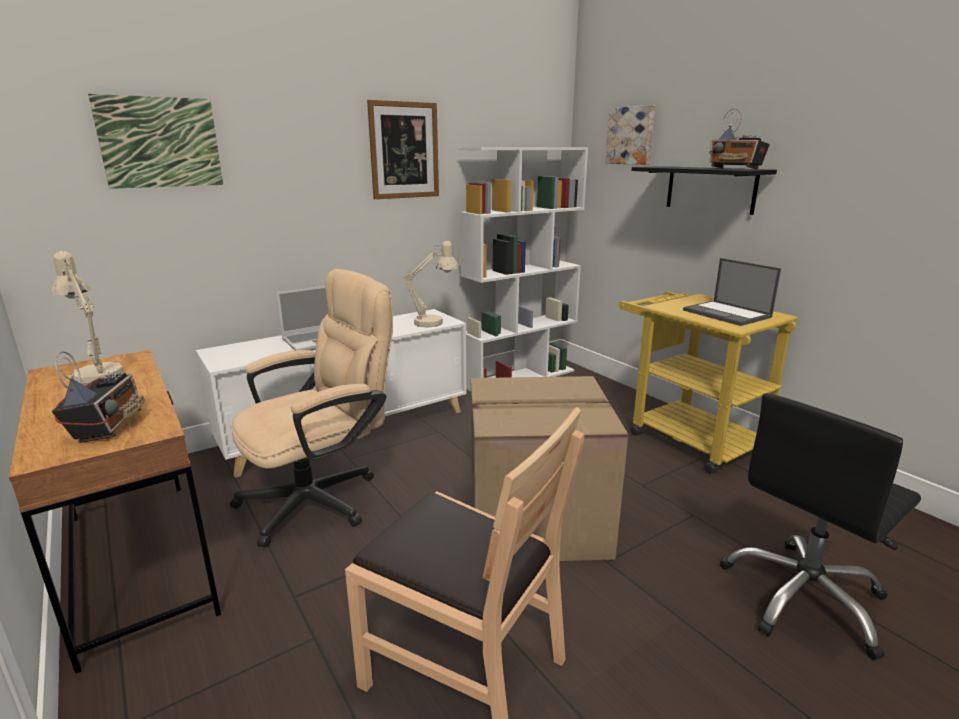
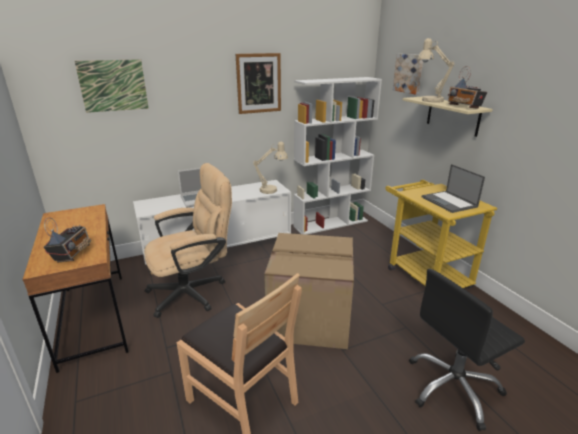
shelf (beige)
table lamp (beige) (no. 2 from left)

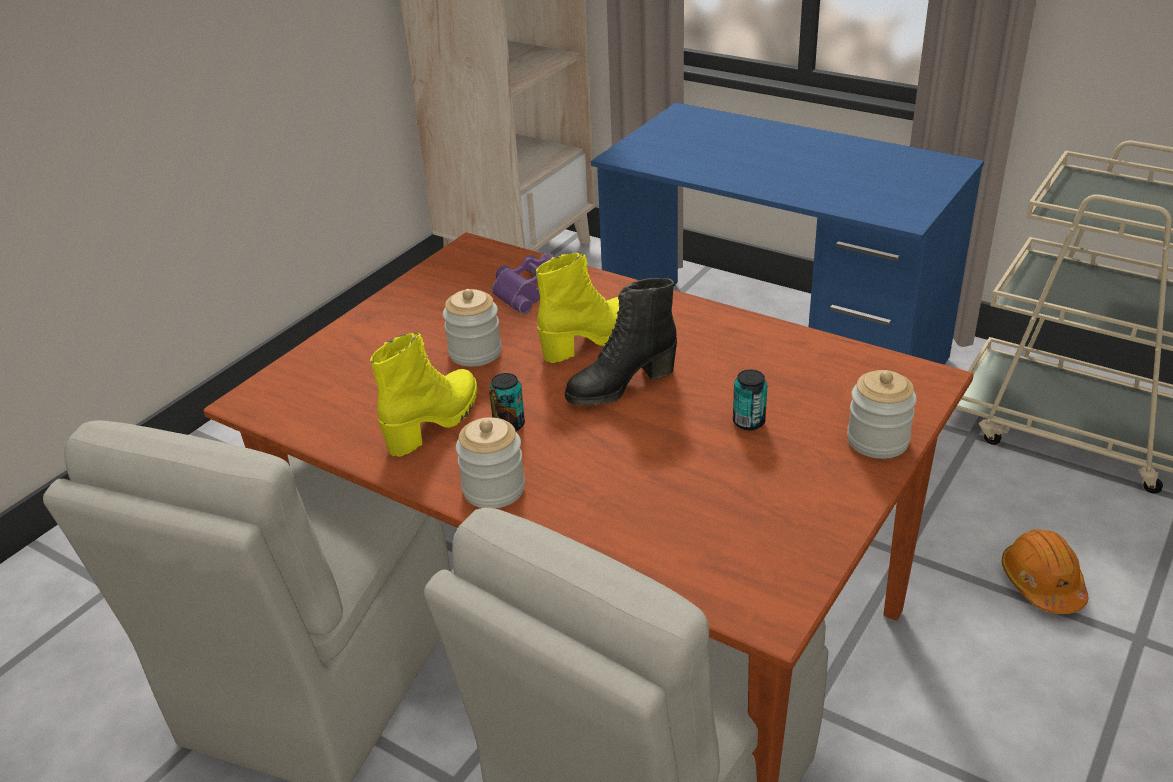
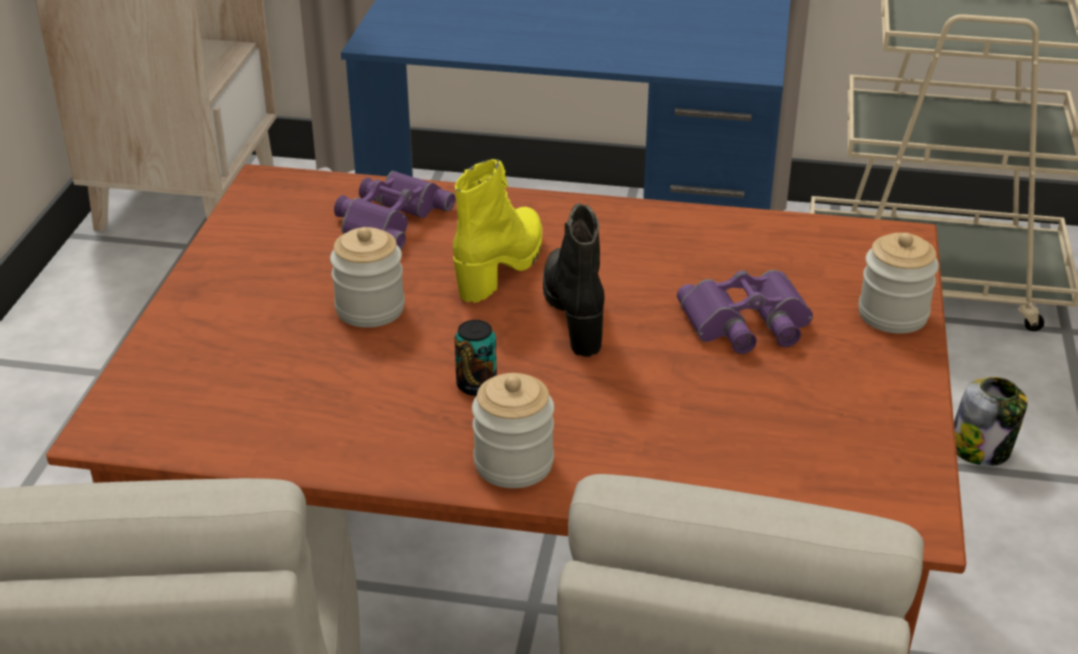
boot (black)
binoculars (purple) (no. 2 from left)
jar (no. 4 from left)
boot (yellow) (no. 1 from left in the first image)

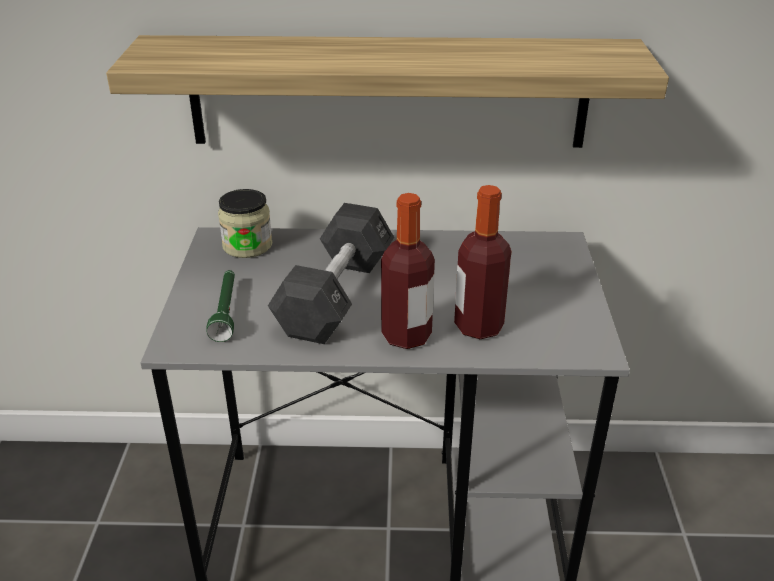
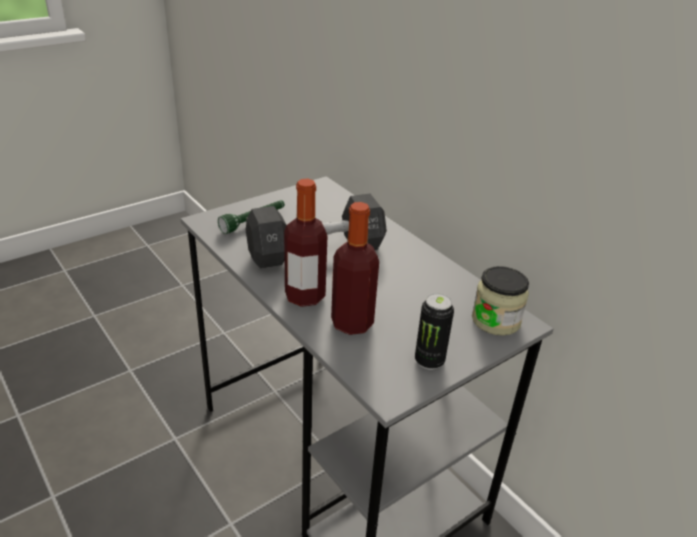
can
jar
shelf

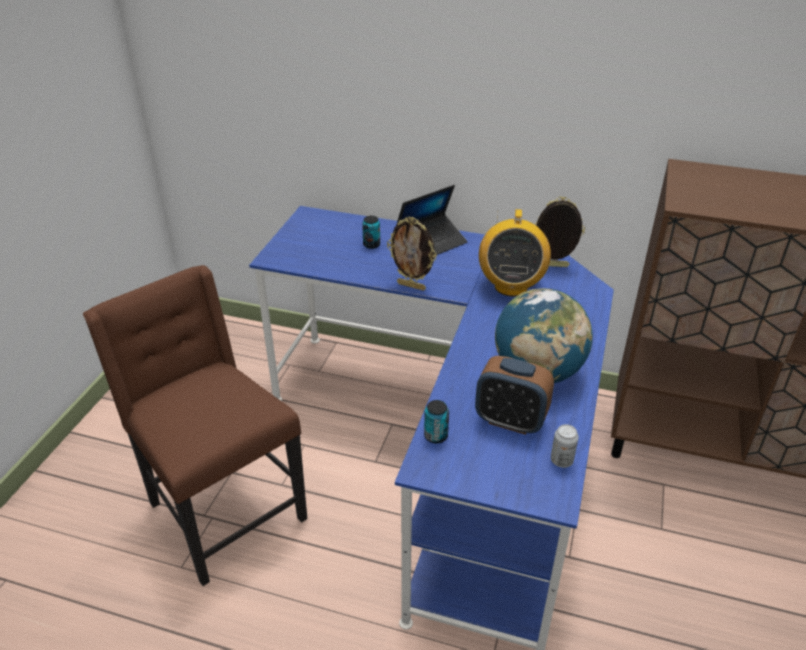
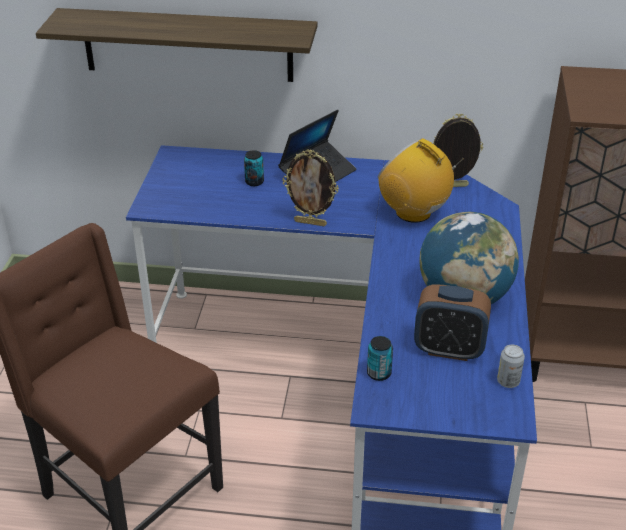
shelf
radio

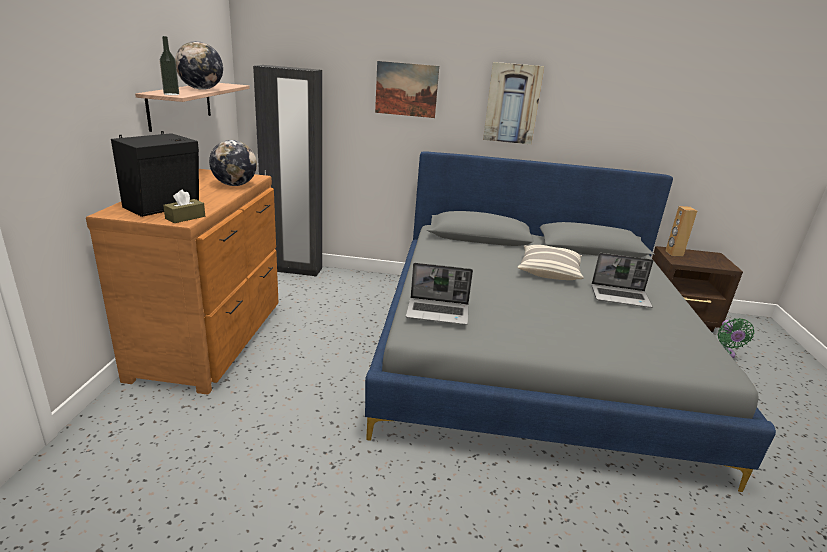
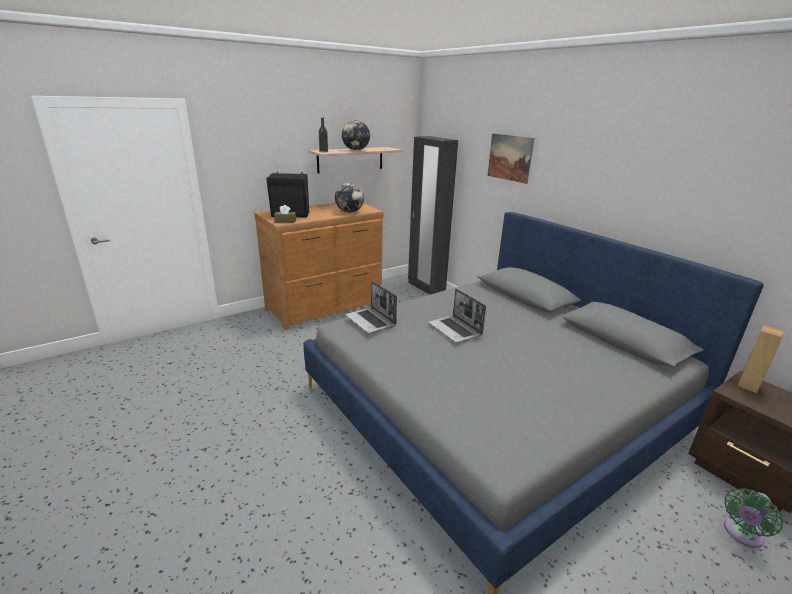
laptop (no. 2 from left)
picture (no. 2 from left in the first image)
pillow

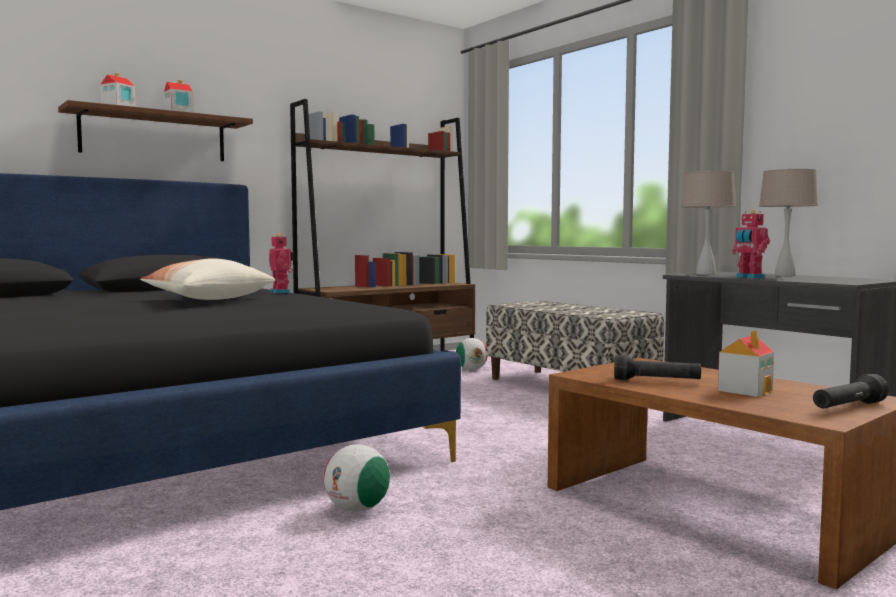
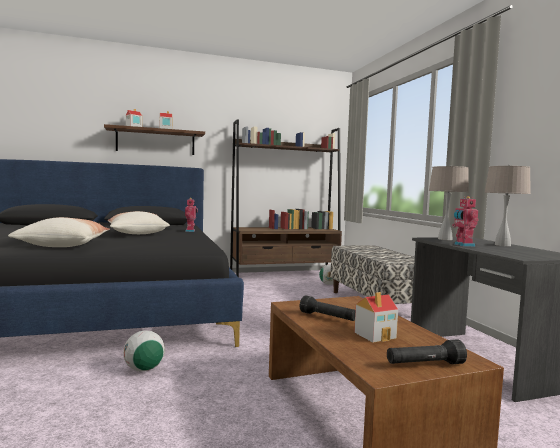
pillow (no. 1 from left)

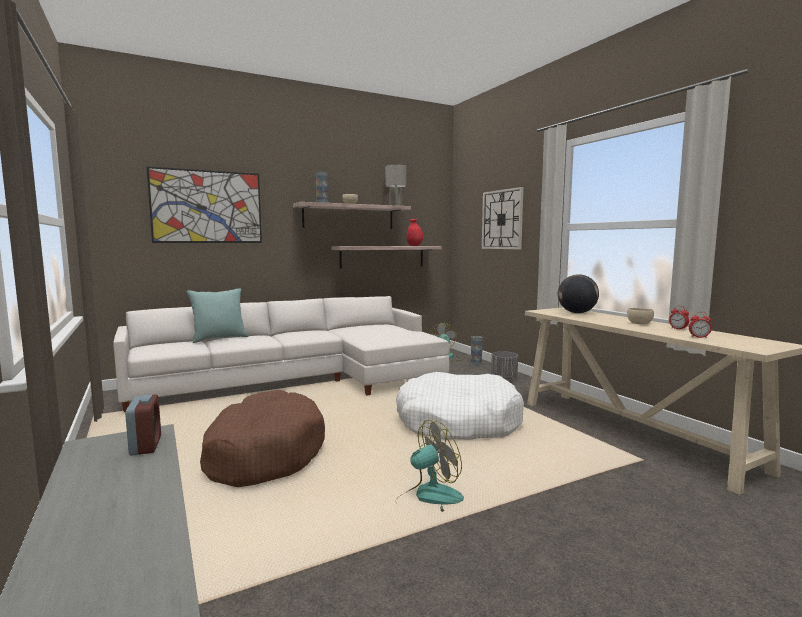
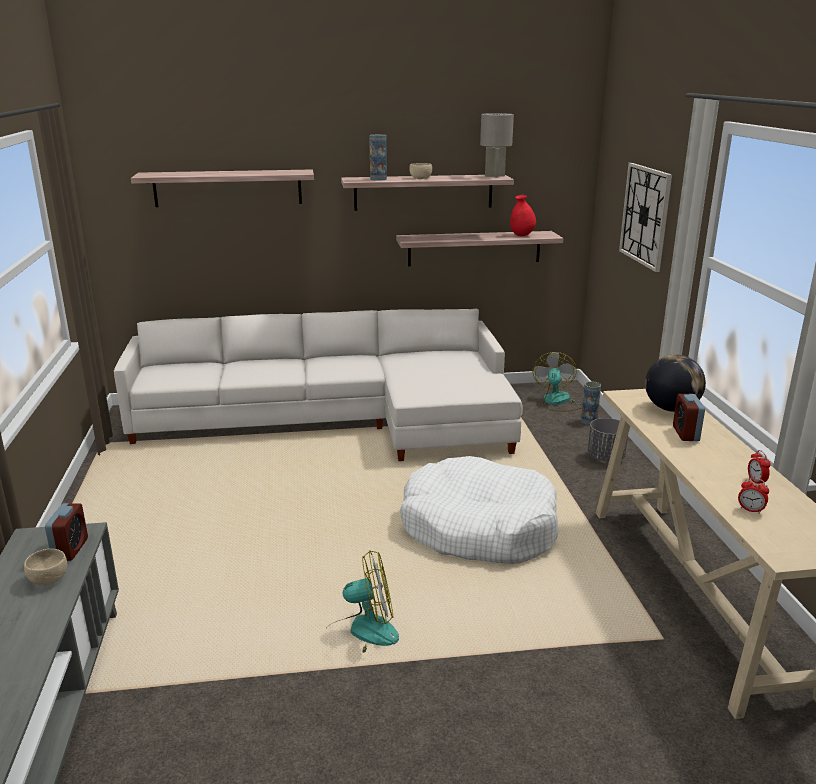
bowl (beige) (no. 1 from left)
shelf (no. 1 from left)
alarm clock (no. 2 from left)
pillow (turquoise)
dog bed (brown)

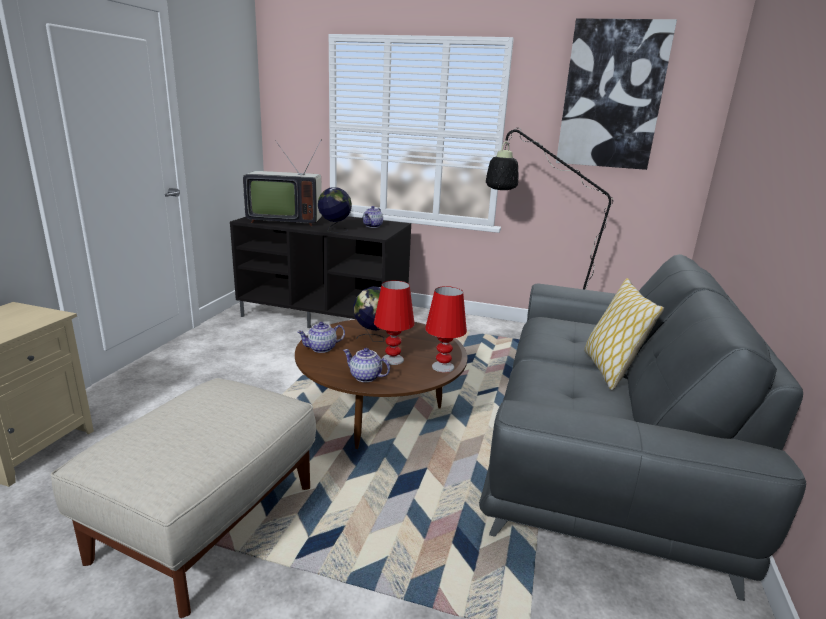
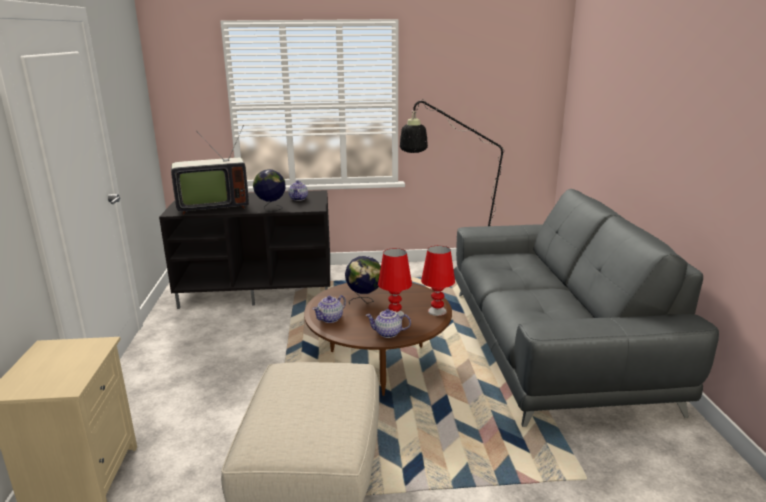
picture
pillow

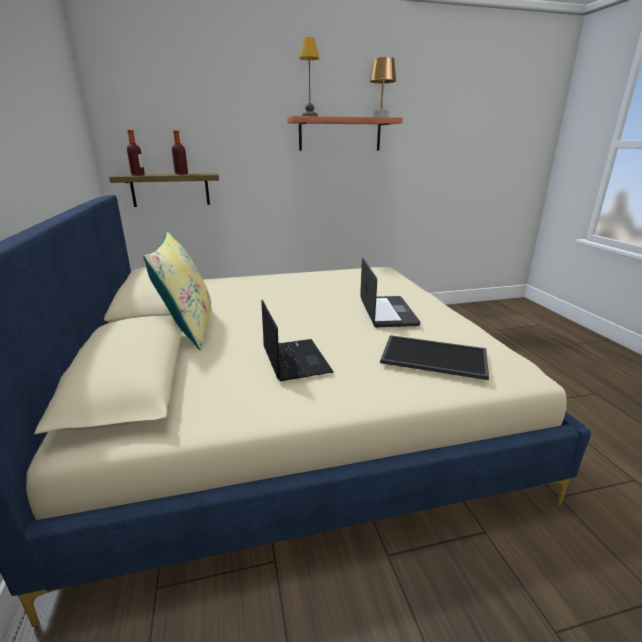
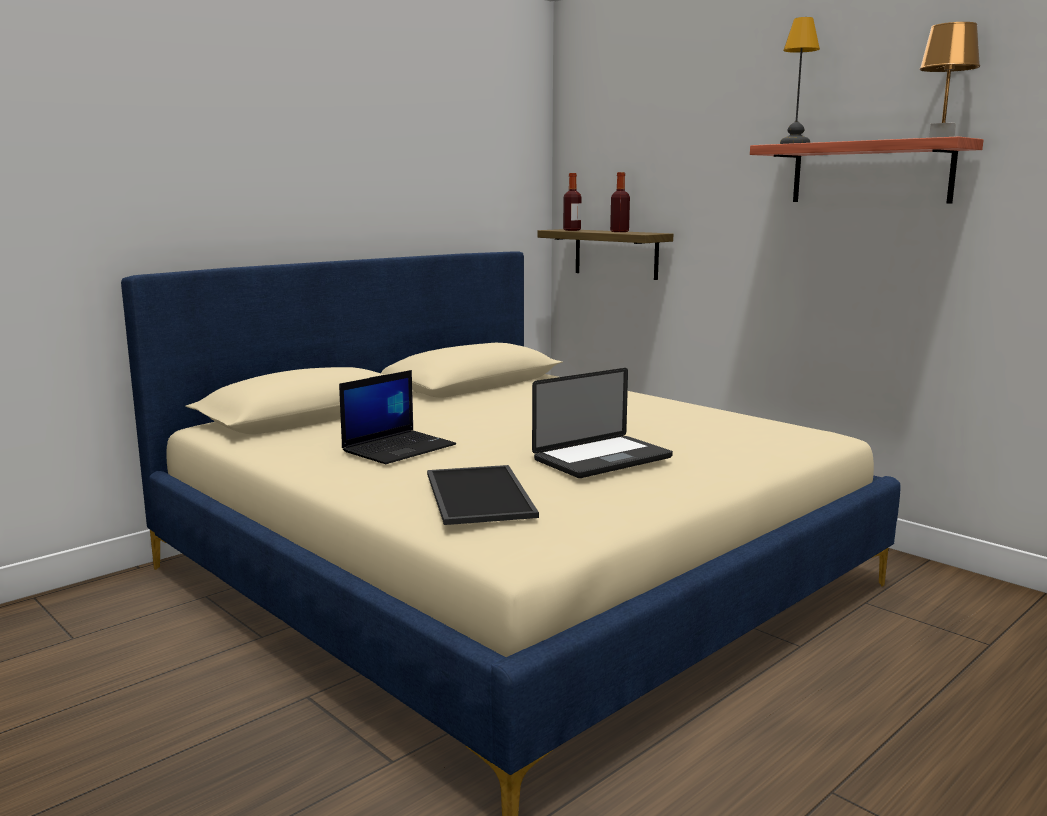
pillow (yellow)

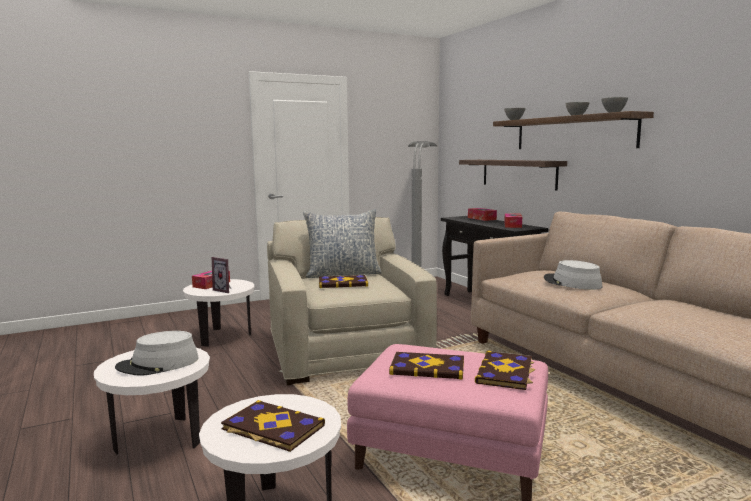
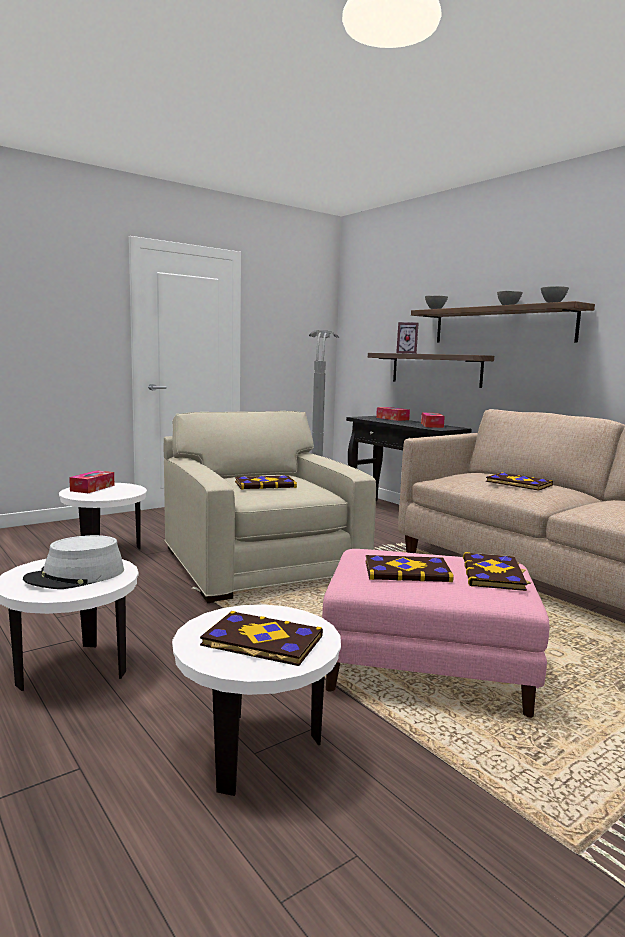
picture frame
book (no. 5 from left)
pillow

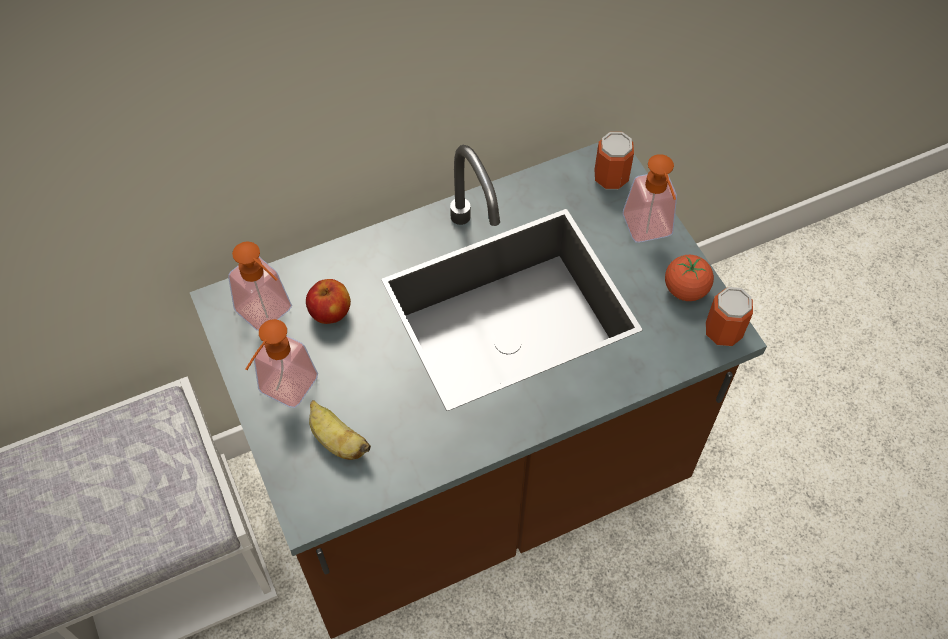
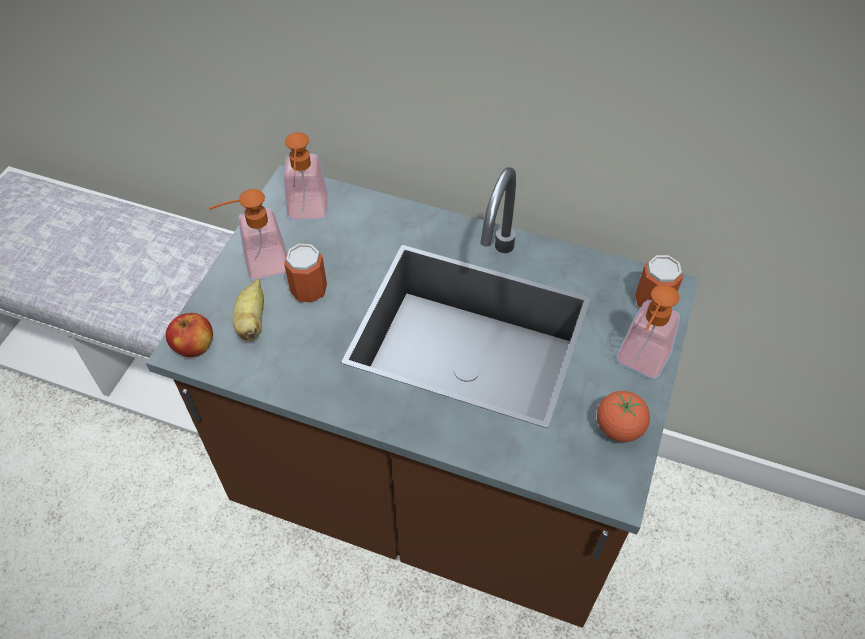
apple
can (no. 1 from left)

